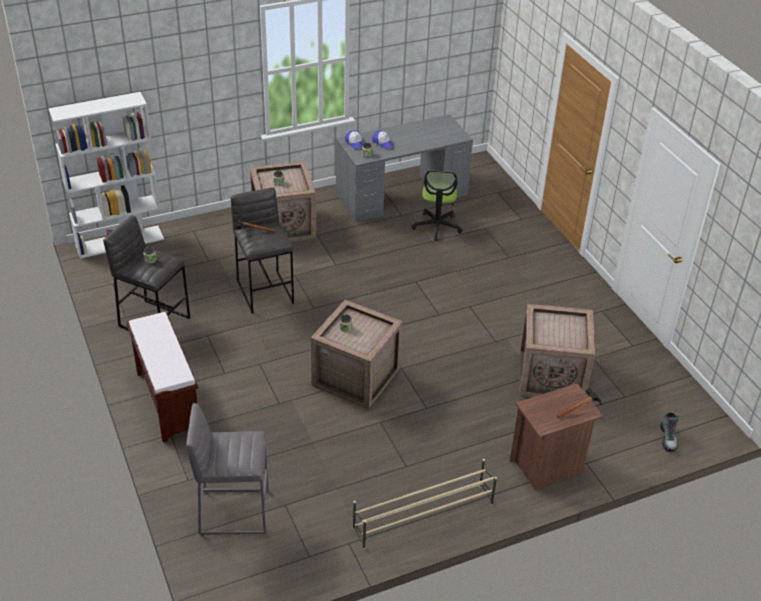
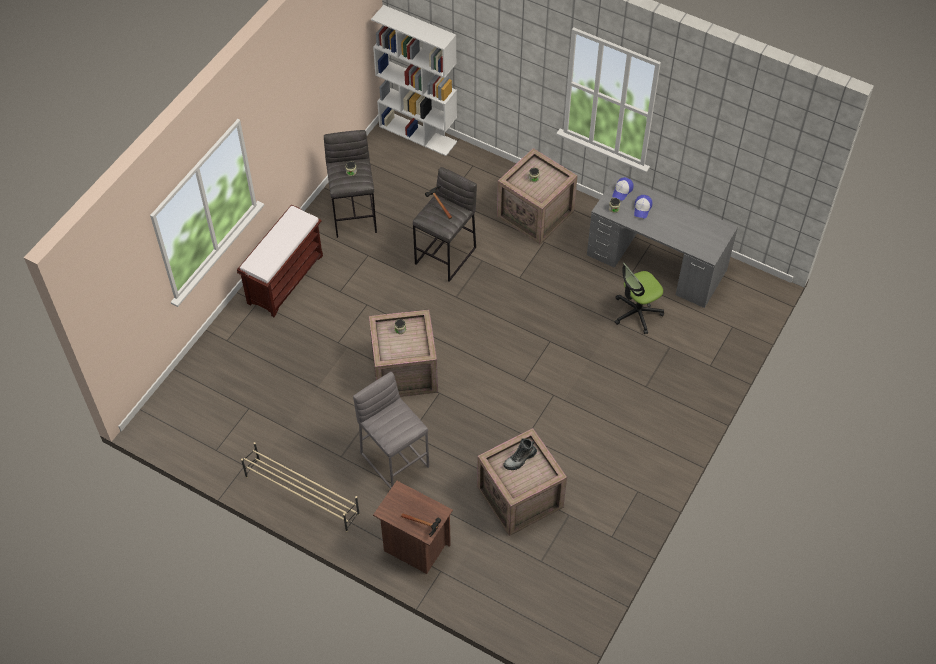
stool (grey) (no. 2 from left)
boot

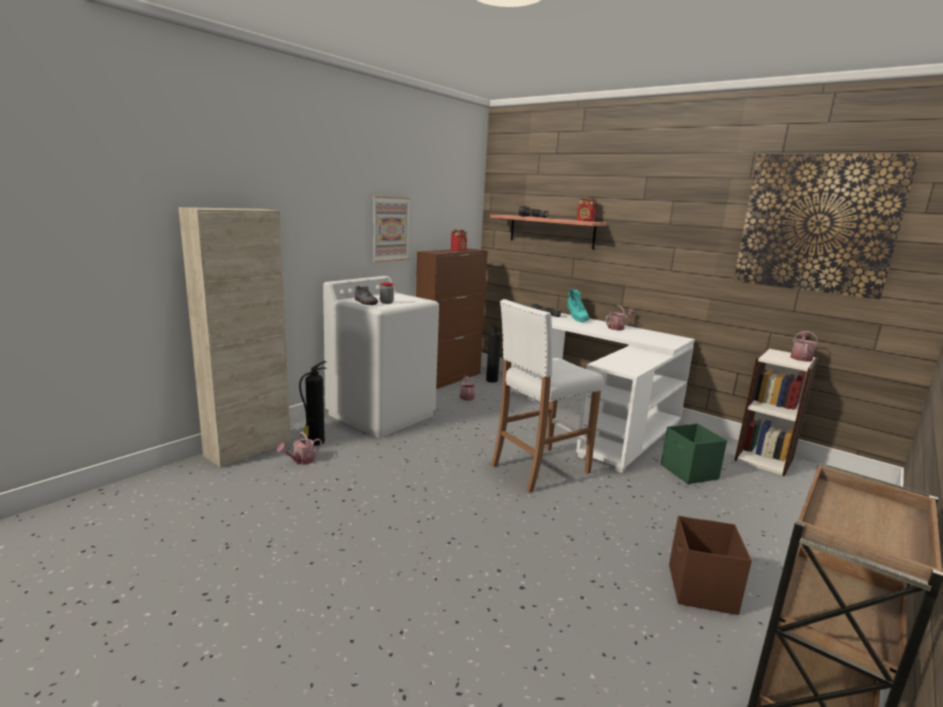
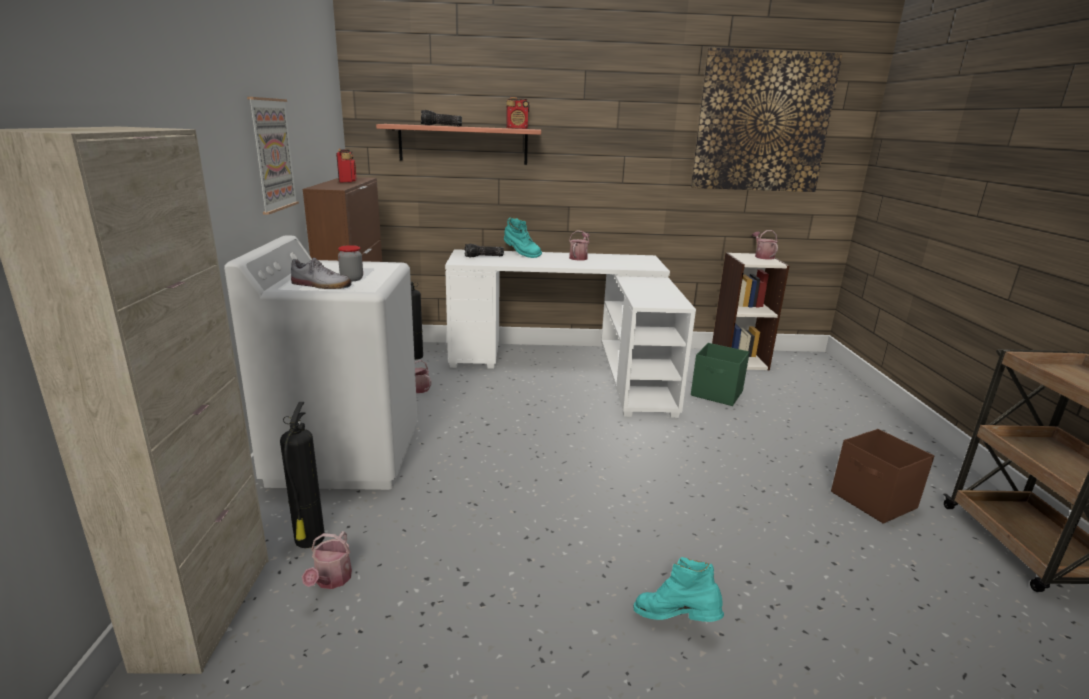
boot (turquoise) (no. 2 from left)
stool (white)

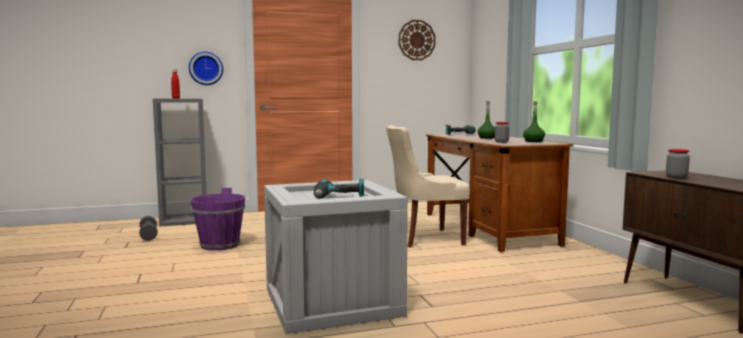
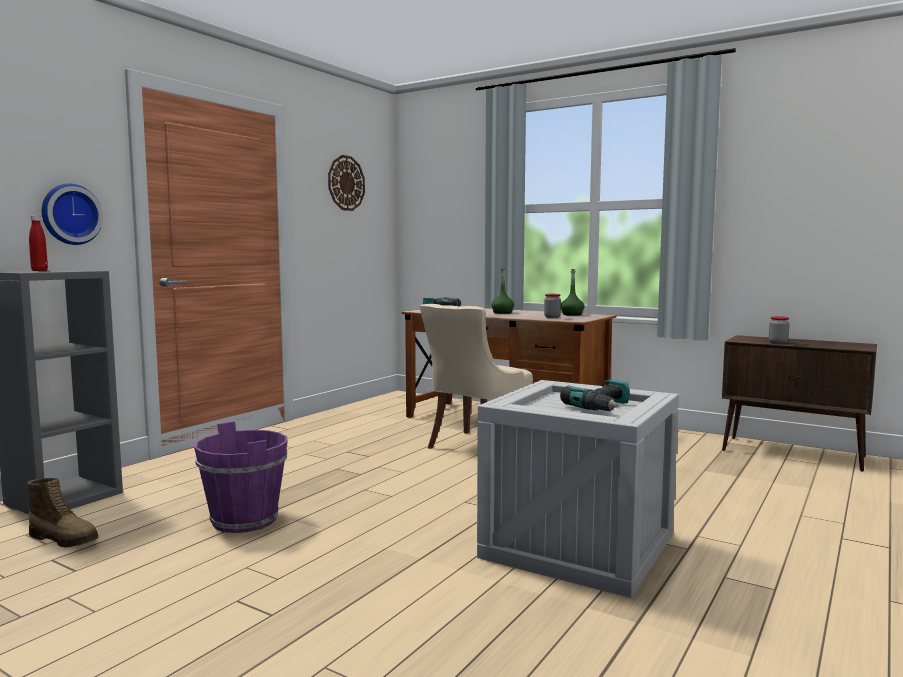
boot

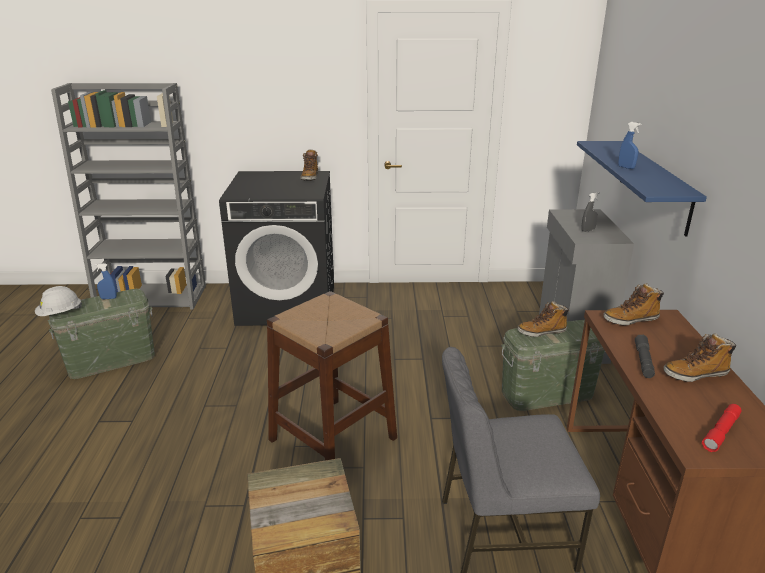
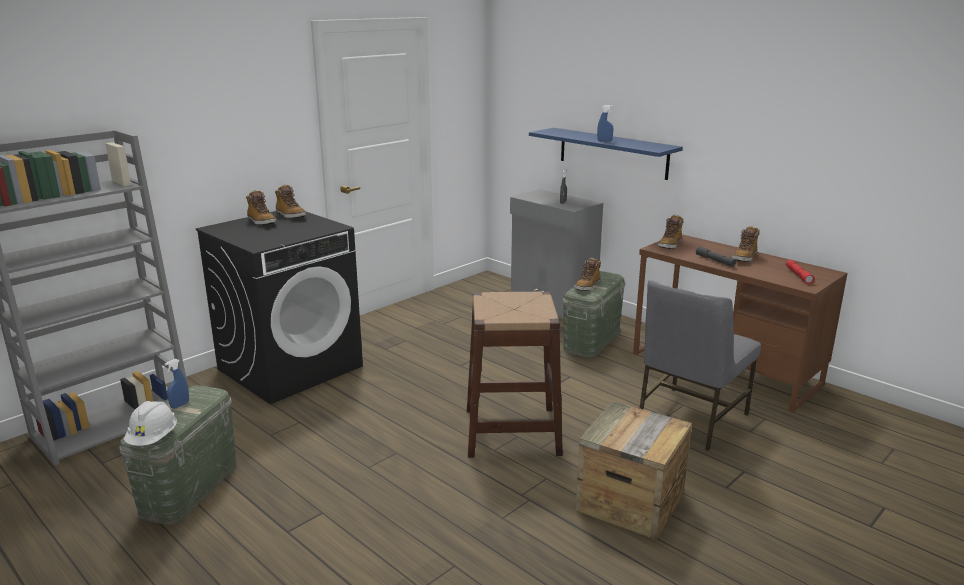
boot (no. 1 from left)

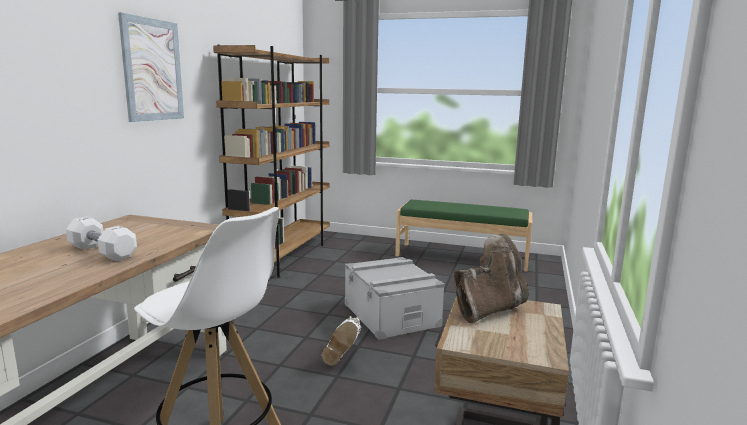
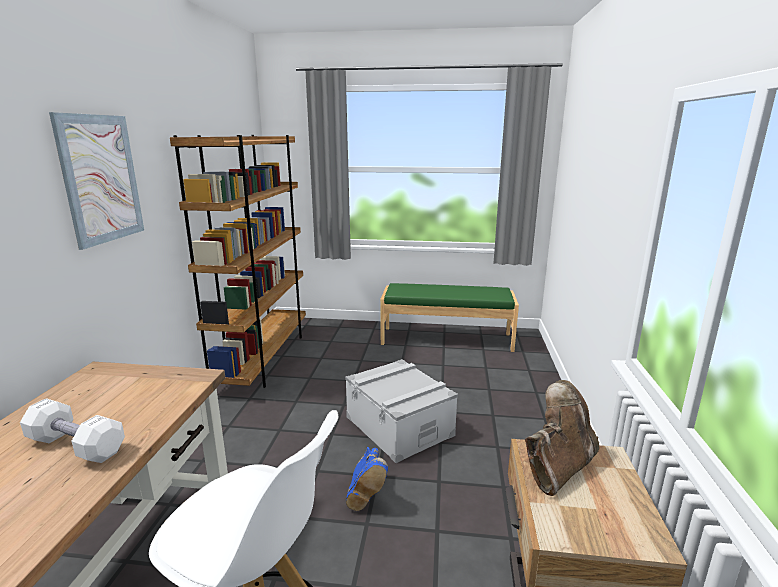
boot (blue)

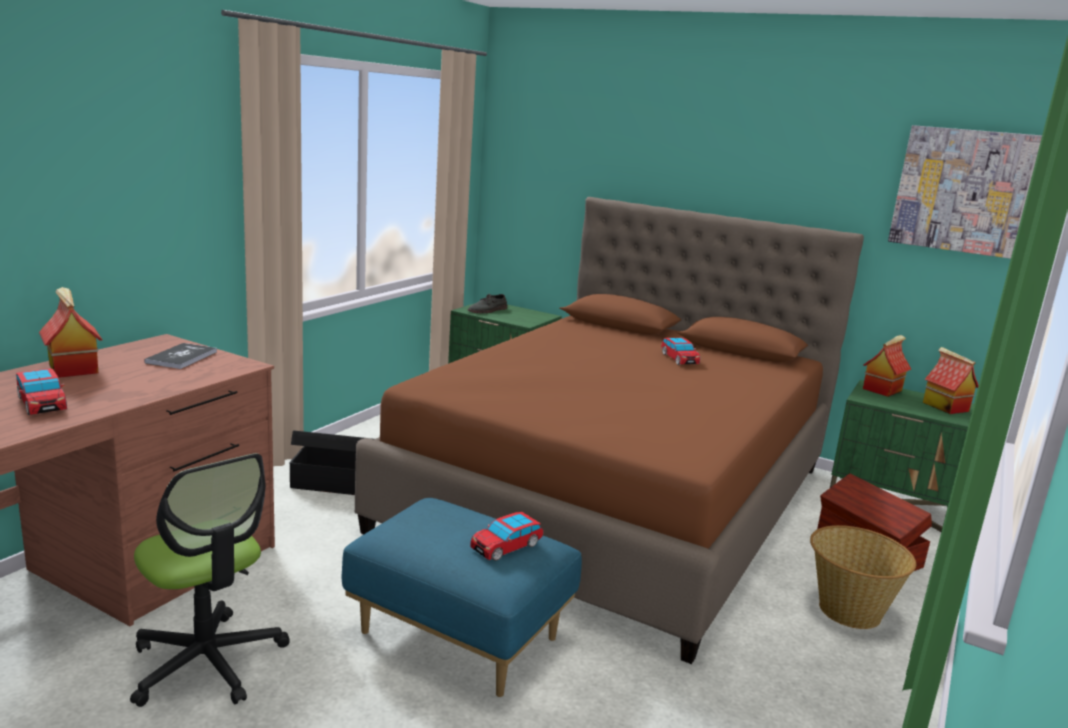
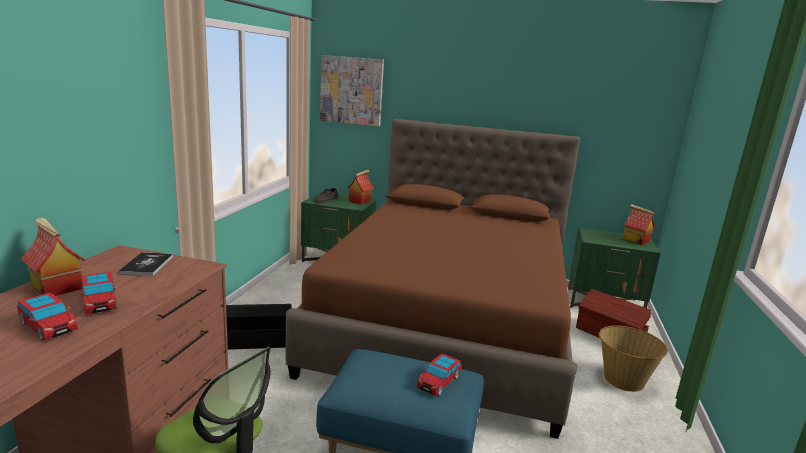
toy car (no. 2 from left)
picture
toy house (no. 2 from left)

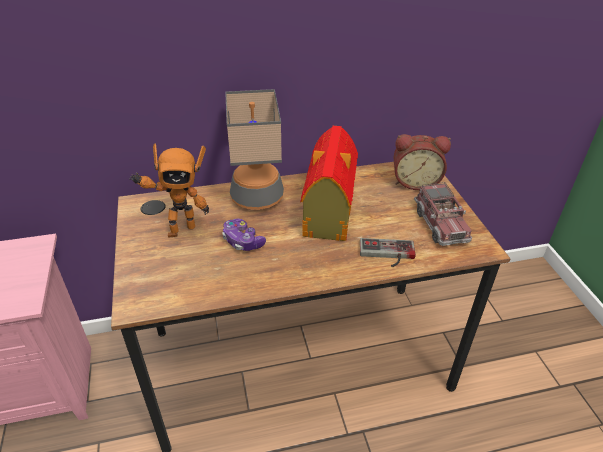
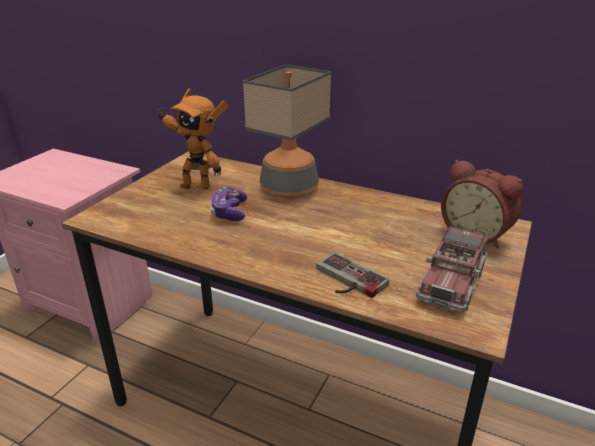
toy house

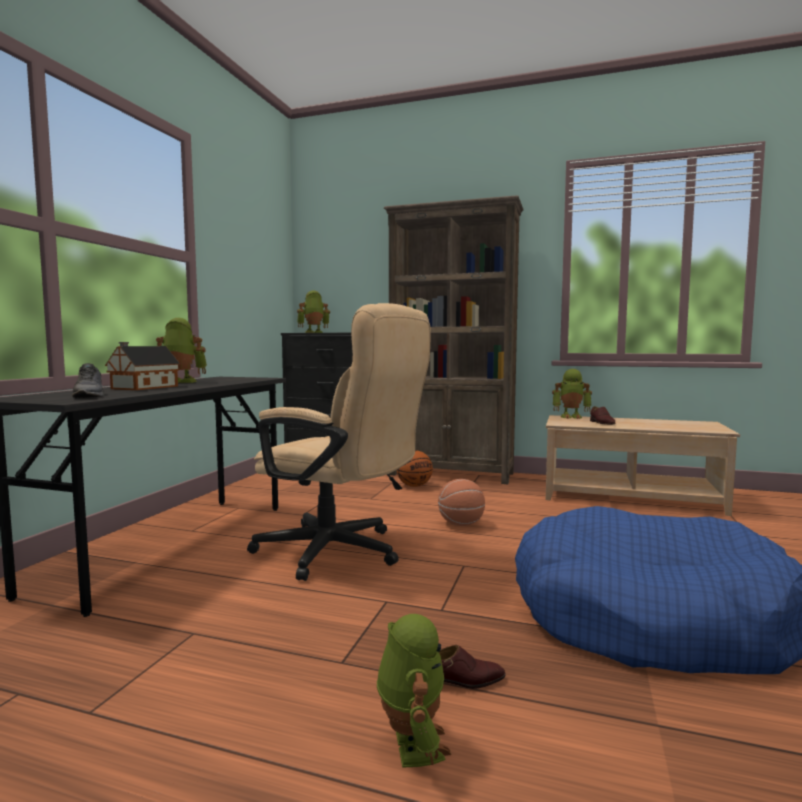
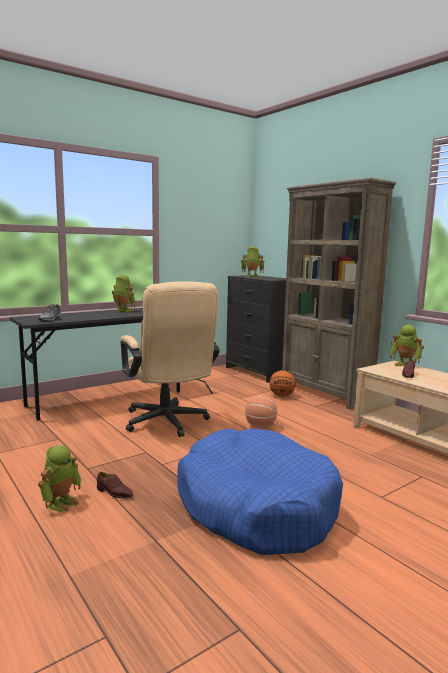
toy house

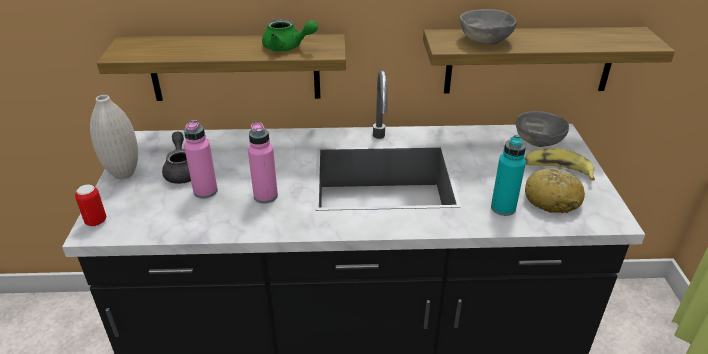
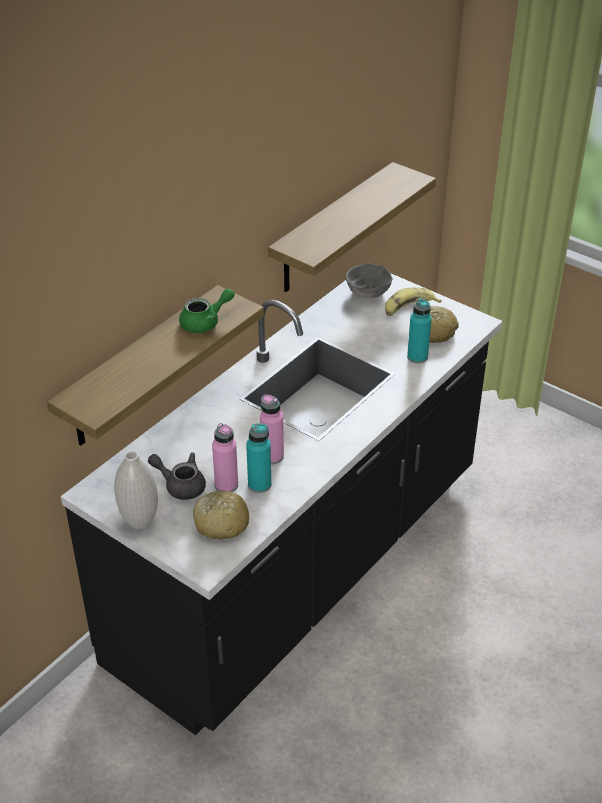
bread (no. 1 from left)
bottle (turquoise) (no. 1 from left)
can
bowl (grey) (no. 1 from left in the first image)

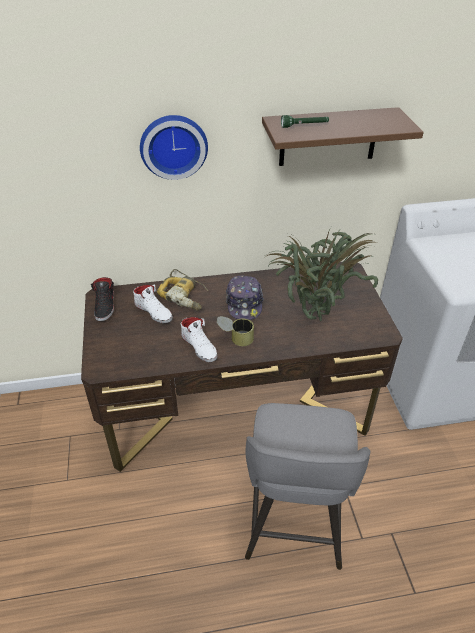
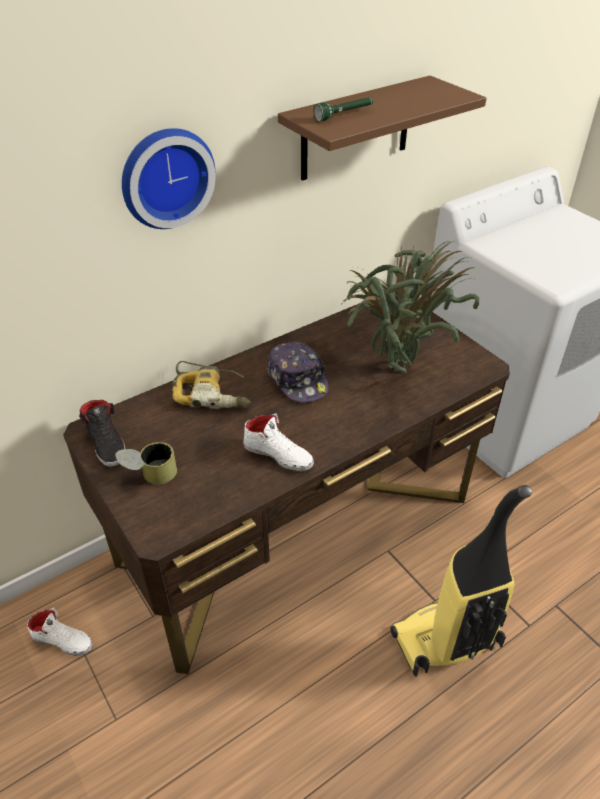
shoe (white) (no. 1 from left)
can
vacuum cleaner

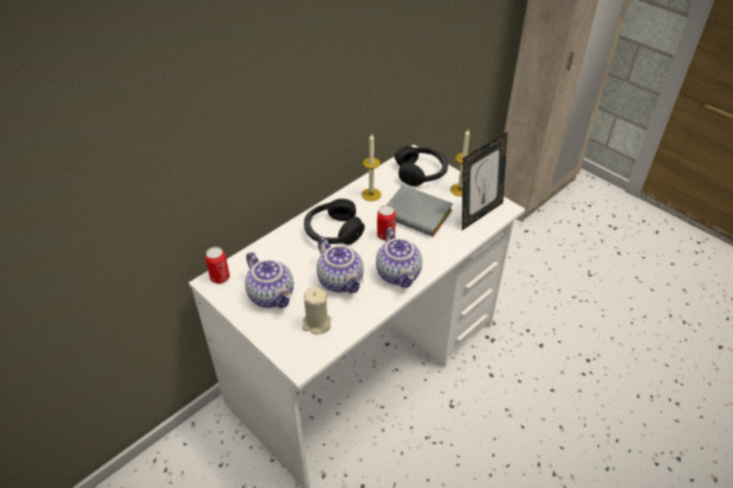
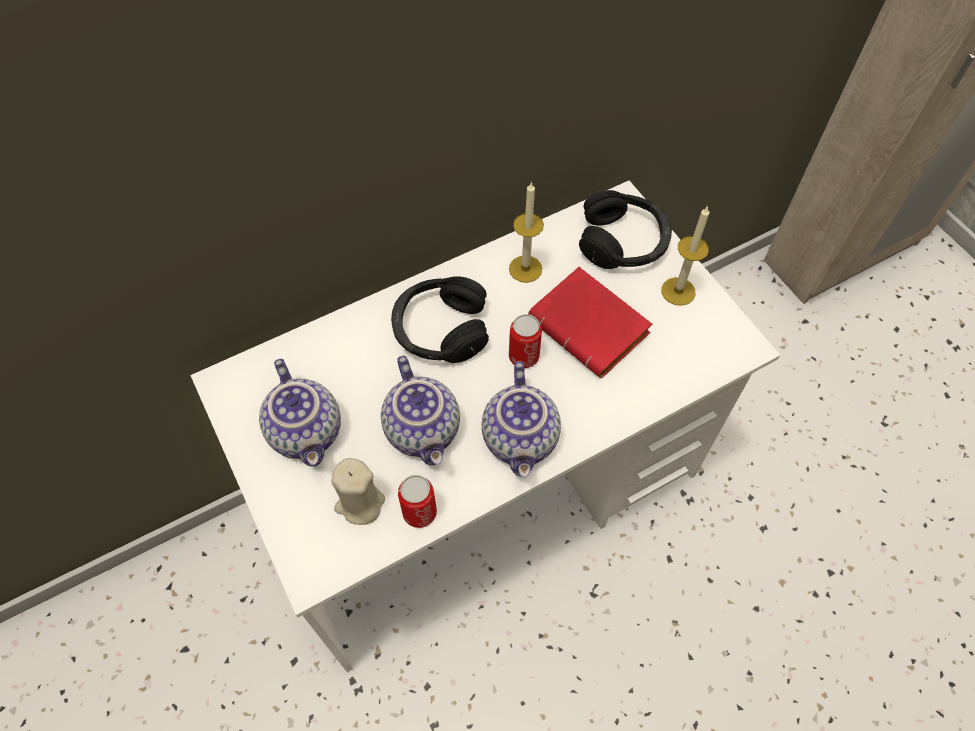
can (no. 1 from left)
book (red)
picture frame

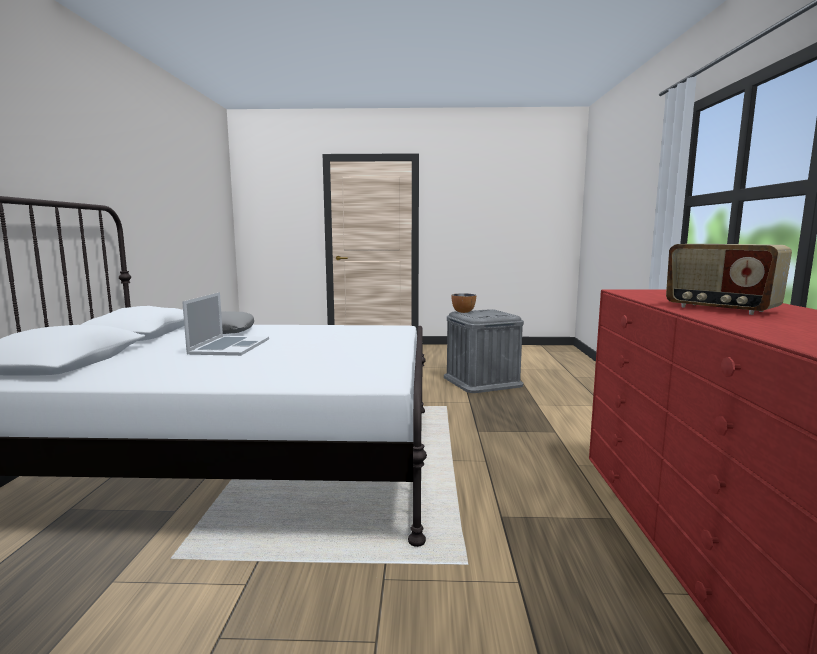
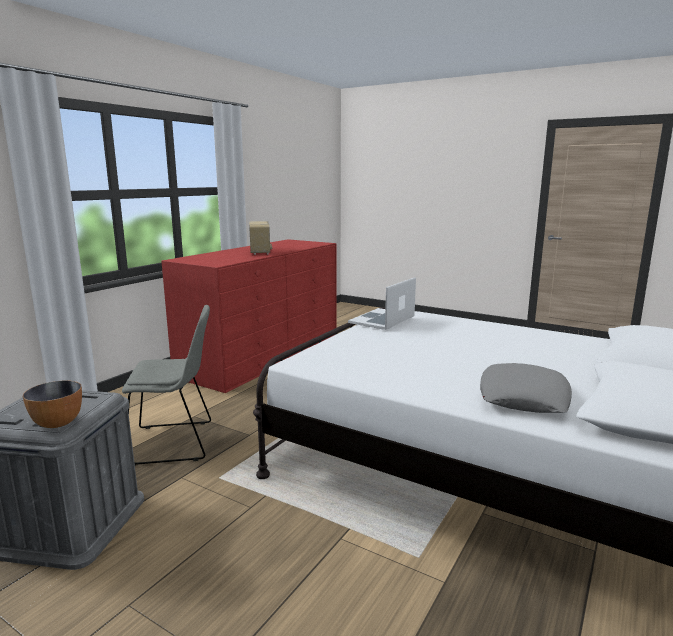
chair (grey)
laptop

